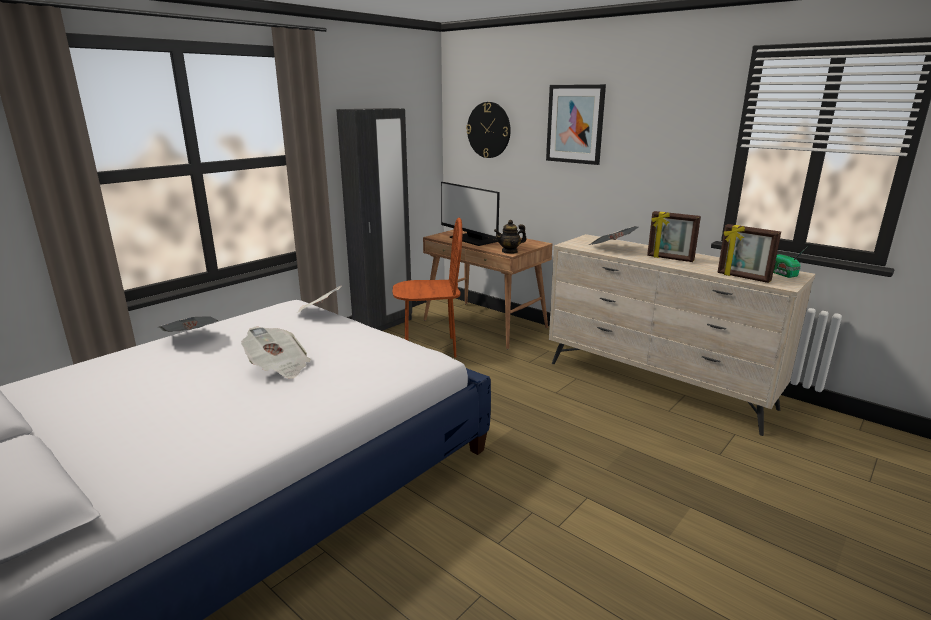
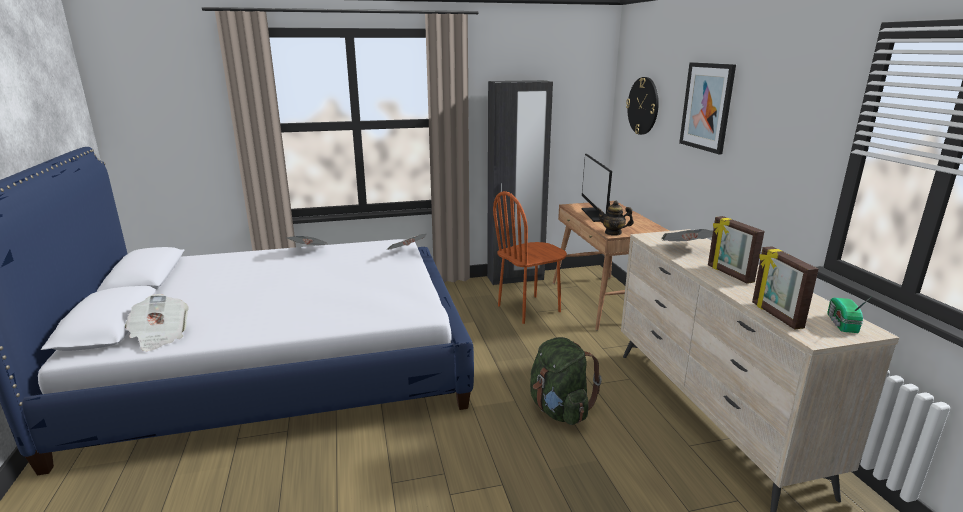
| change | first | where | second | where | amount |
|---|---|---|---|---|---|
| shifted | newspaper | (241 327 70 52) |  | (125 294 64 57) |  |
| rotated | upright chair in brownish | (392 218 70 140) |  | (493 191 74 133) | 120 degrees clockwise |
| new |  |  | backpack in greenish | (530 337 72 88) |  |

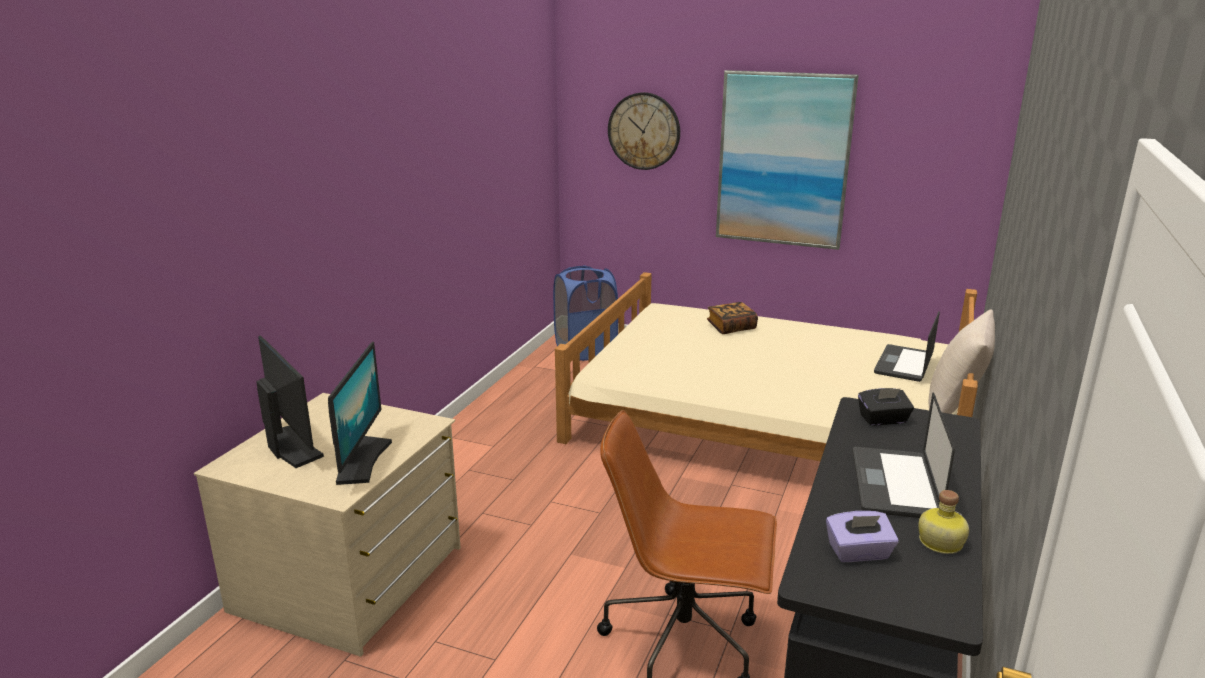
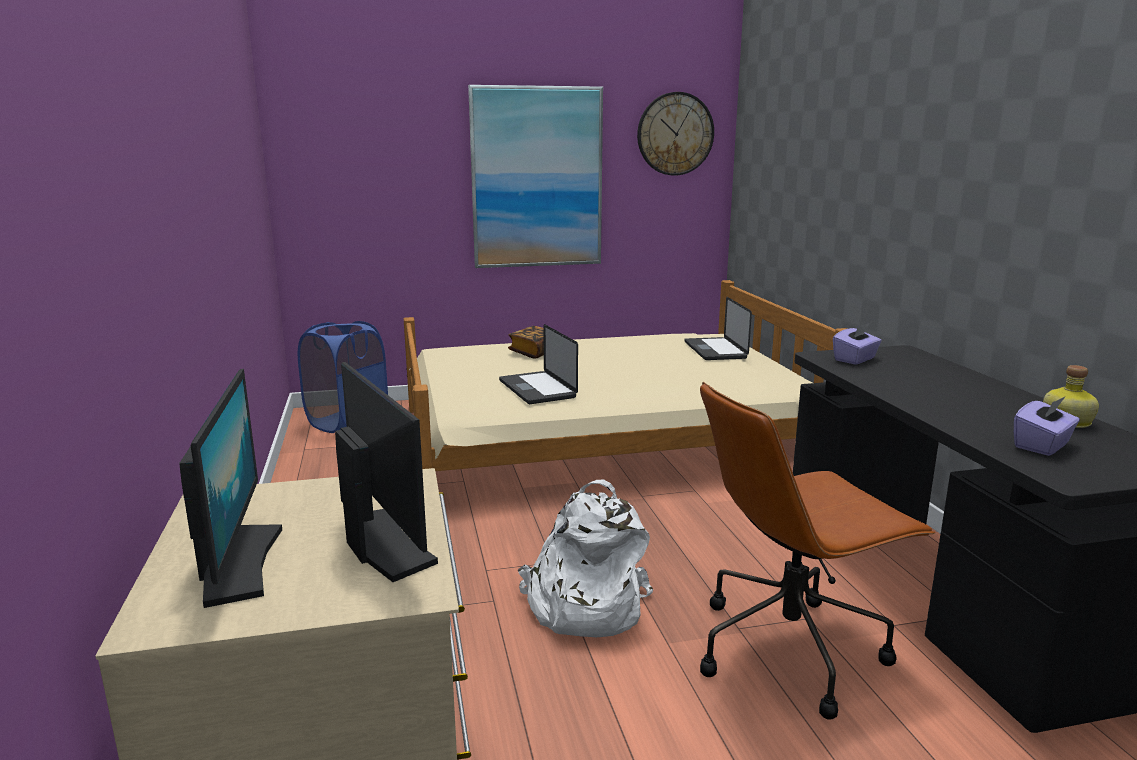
| change | first | where | second | where | amount |
|---|---|---|---|---|---|
| rotated | computer display | (256 335 68 133) |  | (179 369 103 239) | 60 degrees clockwise |
| shifted | portable computer | (853 393 102 125) |  | (499 324 79 80) |  |
| new |  |  | backpack in whitish | (518 479 135 158) |  |
| shifted | wall clock | (608 92 72 78) |  | (637 92 77 84) |  |
| repainted | tissue holder in black | (858 388 56 37) | tissue holder in purple | (833 323 49 42) |  |
| gone | throw pillow in beige-coloured | (929 309 66 105) |  |  |  |

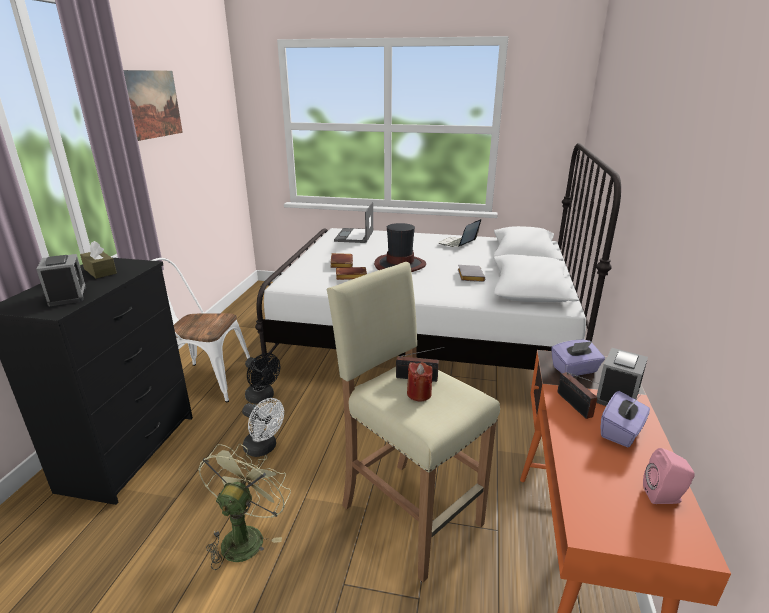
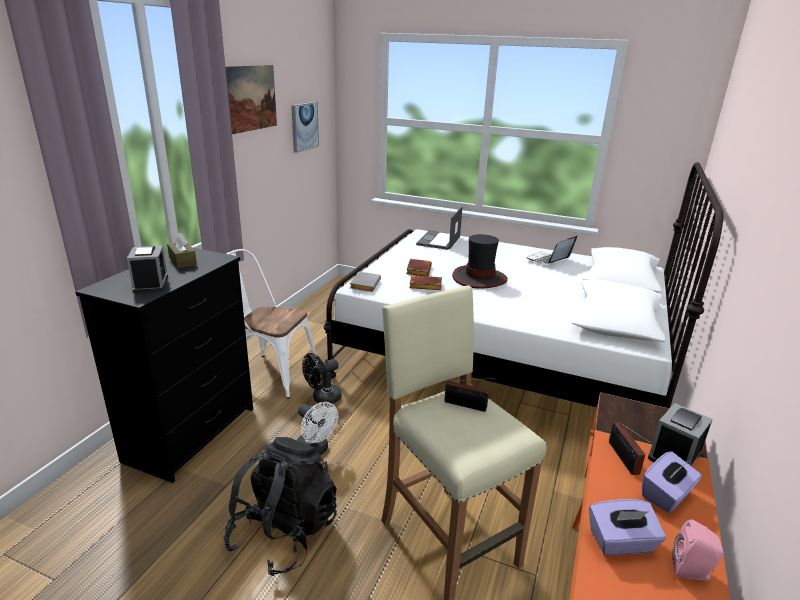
| change | first | where | second | where | amount |
|---|---|---|---|---|---|
| swapped | electric fan in greenish | (198 444 93 126) | backpack in black | (224 437 113 139) |  |
| new |  |  | wall picture | (291 102 28 51) |  |
| rotated | electric fan in black | (245 353 35 51) |  | (302 353 39 52) | 90 degrees clockwise |
| shifted | volume in greyish | (458 265 27 17) |  | (350 271 31 21) |  |
| shifted | tissue holder in purple | (551 340 54 37) |  | (589 499 77 56) |  |
| gone | candle in reddish | (407 362 26 39) |  |  |  |

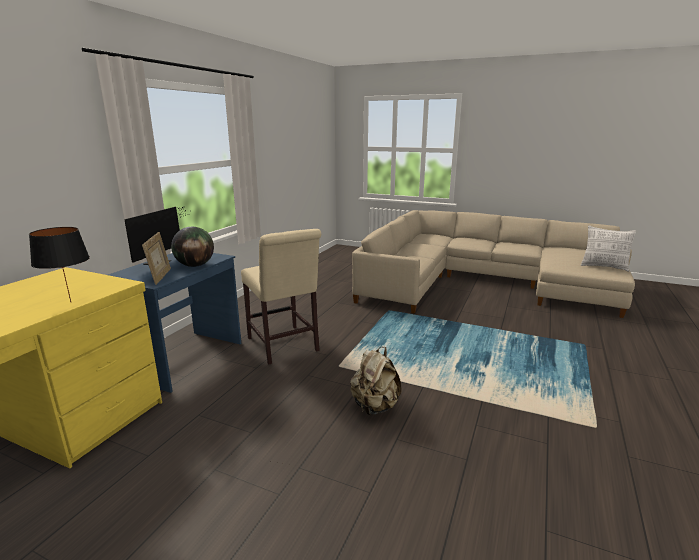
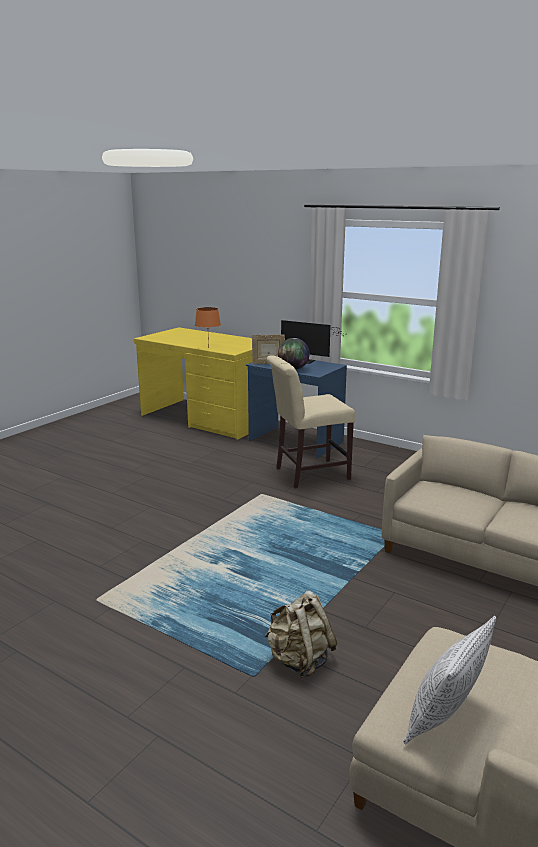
| change | first | where | second | where | amount |
|---|---|---|---|---|---|
| repainted | table lamp in black | (29 227 61 75) | table lamp in orange | (195 307 26 41) |  |
| shifted | backpack in beige-coloured | (350 347 52 69) |  | (264 591 73 87) |  |

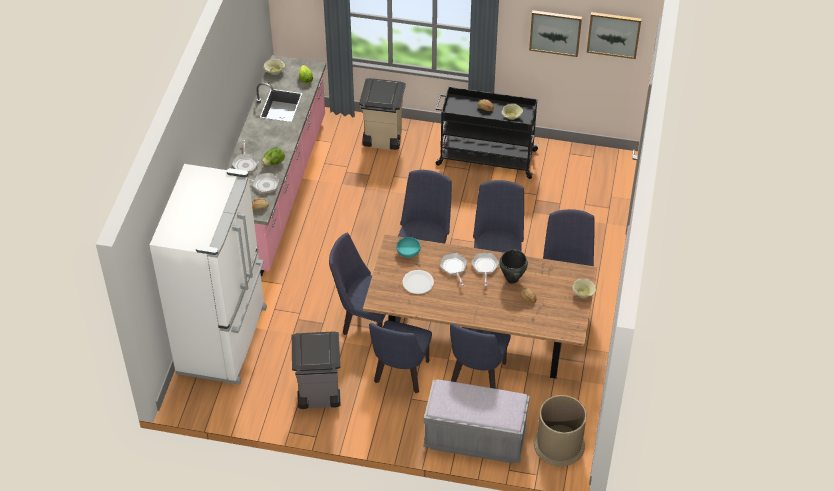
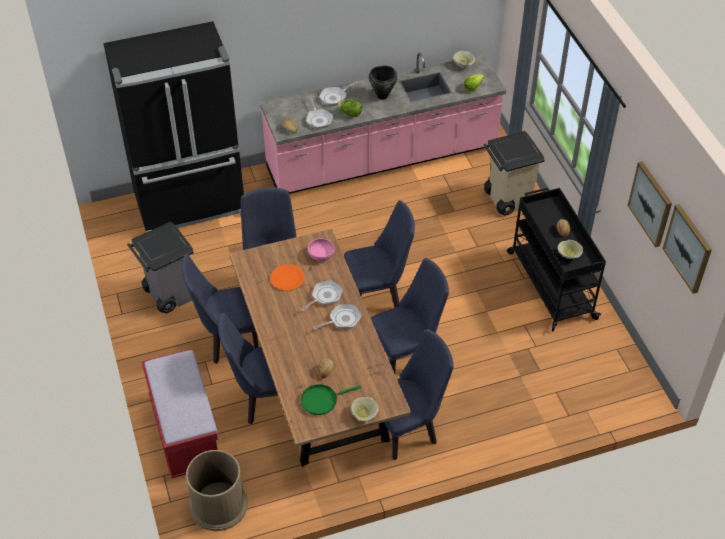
| change | first | where | second | where | amount |
|---|---|---|---|---|---|
| repainted | kitchen fridge in whitish | (150 164 117 221) | kitchen fridge in black | (103 21 141 211) |  |
| repainted | bench in greyish | (424 379 106 85) | bench in reddish | (142 349 76 130) |  |
| repainted | plate in whitish | (402 270 32 24) | plate in orange | (270 264 34 27) |  |
| new |  |  | frying pan in greenish | (301 384 60 31) |  |
| repainted | bowl in blue-green | (397 237 24 21) | bowl in pink | (308 238 27 23) |  |
| shifted | saucepot in black | (499 249 29 35) |  | (369 66 28 34) |  |

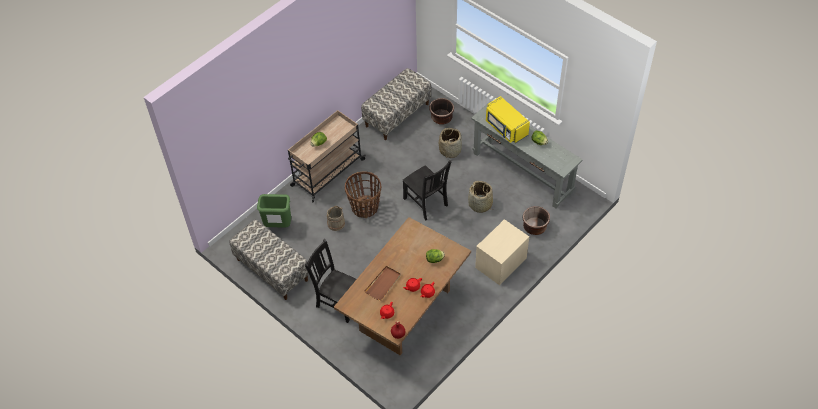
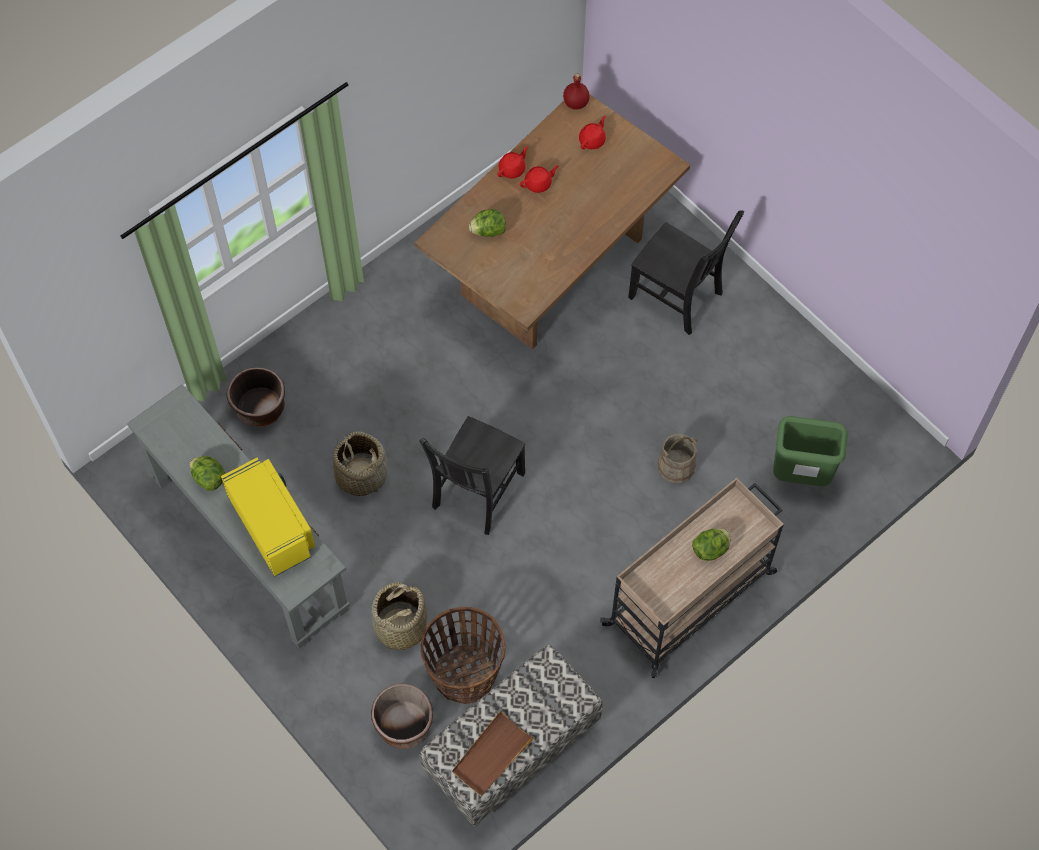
| change | first | where | second | where | amount |
|---|---|---|---|---|---|
| rotated | upright chair in black | (402 160 50 61) |  | (419 416 106 119) | 120 degrees counterclockwise |
| shifted | basket | (345 172 36 46) |  | (421 607 85 97) |  |
| shifted | carrying tray in brownish | (364 266 37 35) |  | (452 710 82 86) |  |
| gone | bench | (229 220 80 80) |  |  |  |
| gone | bedside table in beige-coloured | (475 219 54 66) |  |  |  |

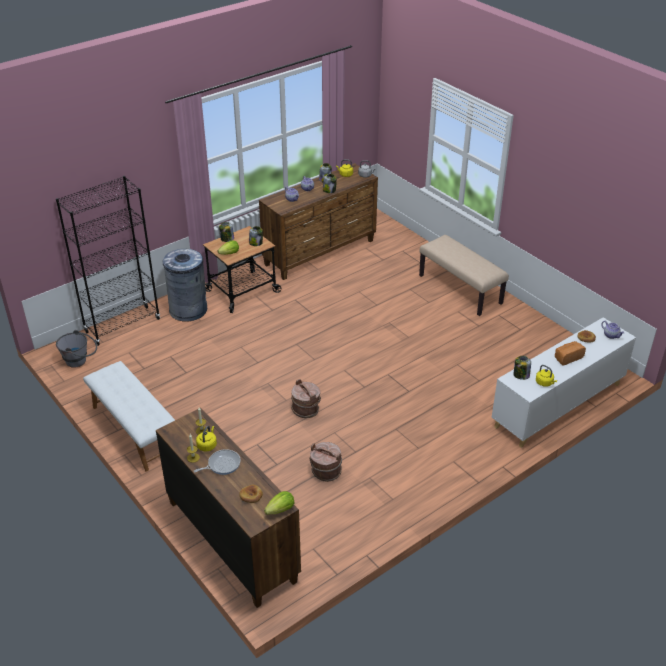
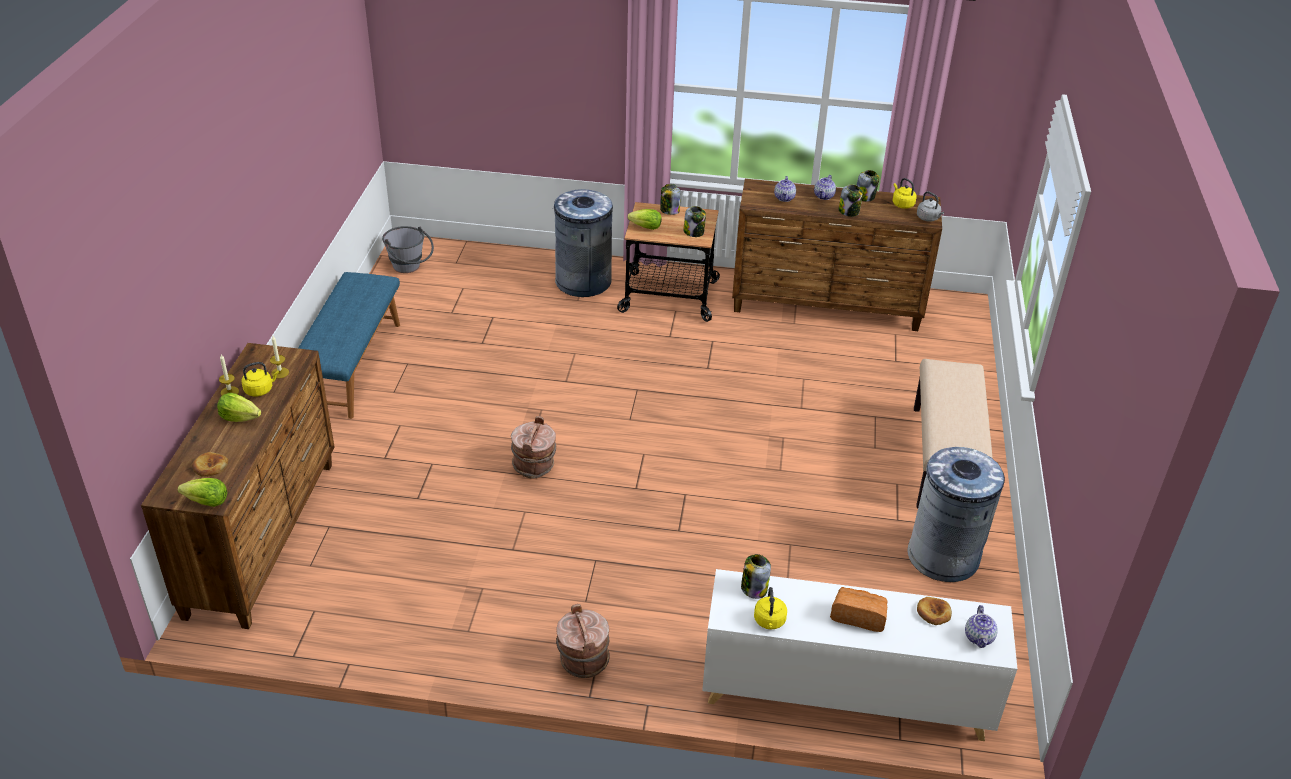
| change | first | where | second | where | amount |
|---|---|---|---|---|---|
| swapped | frying pan | (194 449 47 26) | lettuce head | (217 393 44 29) |  |
| repainted | bench in whitish | (83 361 92 111) | bench in bluish | (298 272 102 147) |  |
| shifted | water bucket in brownish | (310 442 32 40) |  | (556 604 54 74) |  |
| new |  |  | trash can in greyish | (908 447 97 135) |  |
| gone | bookcase in black | (56 176 104 170) |  |  |  |

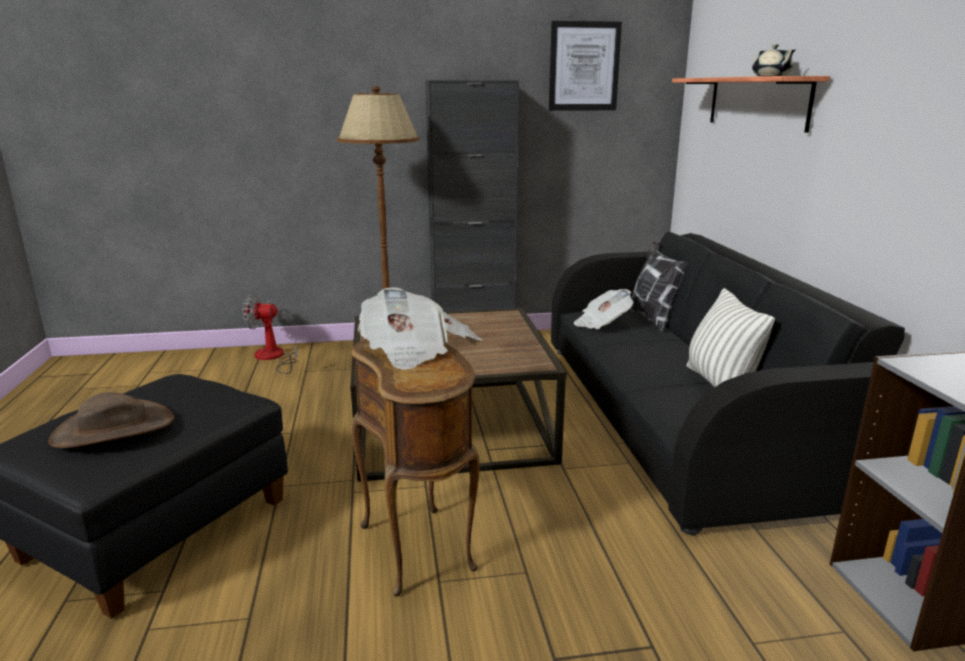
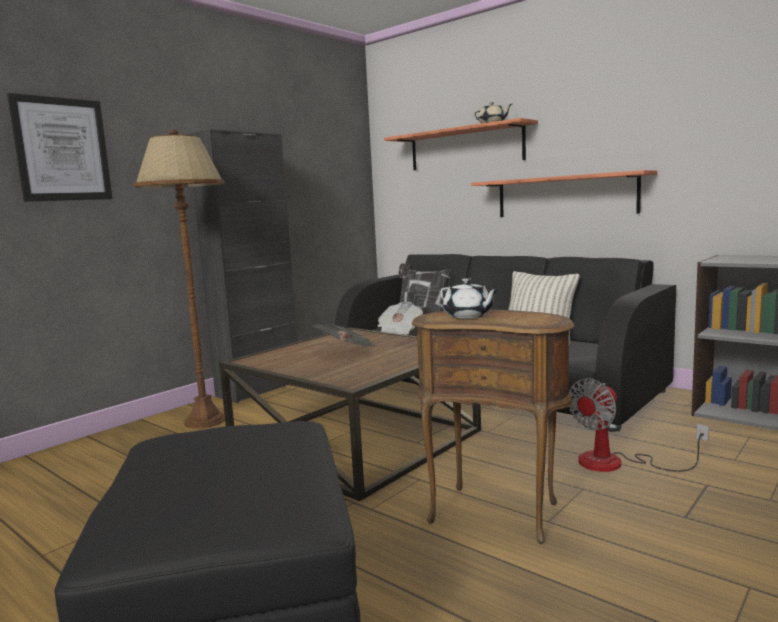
| change | first | where | second | where | amount |
|---|---|---|---|---|---|
| shifted | wall picture | (549 21 73 90) |  | (7 93 106 109) |  |
| swapped | newspaper | (358 287 90 83) | teapot in whitish | (440 278 59 41) |  |
| new |  |  | shelf | (471 170 186 47) |  |
| shifted | electric fan | (243 294 55 80) |  | (569 378 140 94) |  |
| gone | hat in brownish | (48 392 126 56) |  |  |  |

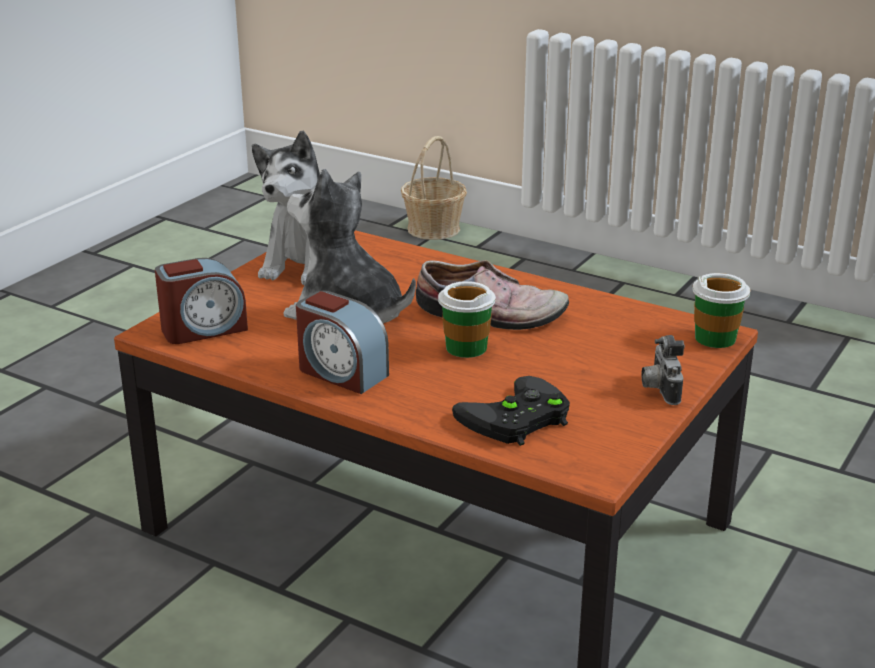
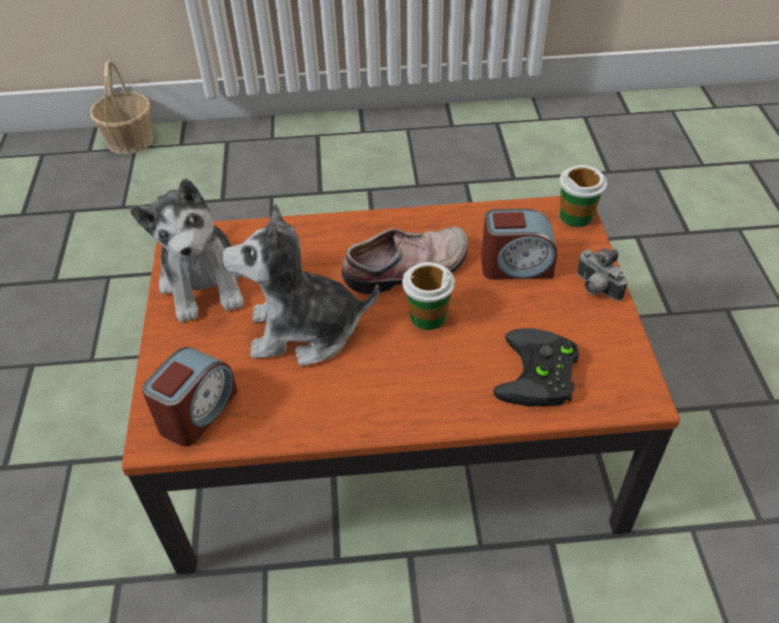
| change | first | where | second | where | amount |
|---|---|---|---|---|---|
| shifted | table clock | (296 291 93 103) |  | (481 208 76 72) |  |

